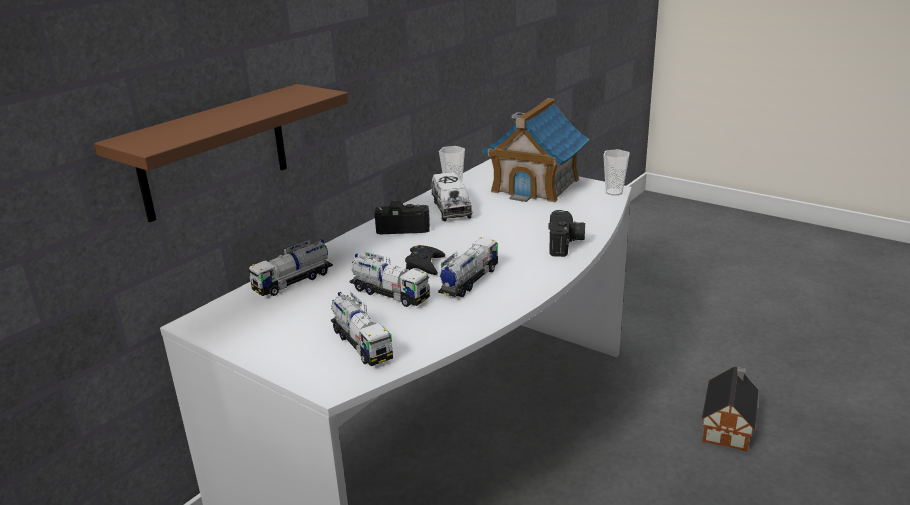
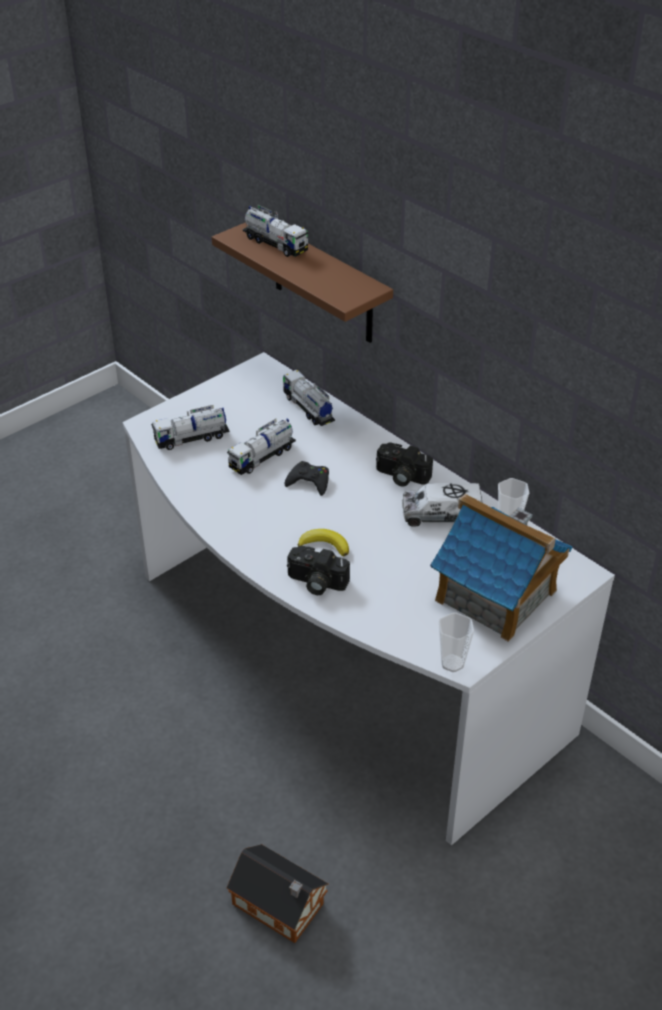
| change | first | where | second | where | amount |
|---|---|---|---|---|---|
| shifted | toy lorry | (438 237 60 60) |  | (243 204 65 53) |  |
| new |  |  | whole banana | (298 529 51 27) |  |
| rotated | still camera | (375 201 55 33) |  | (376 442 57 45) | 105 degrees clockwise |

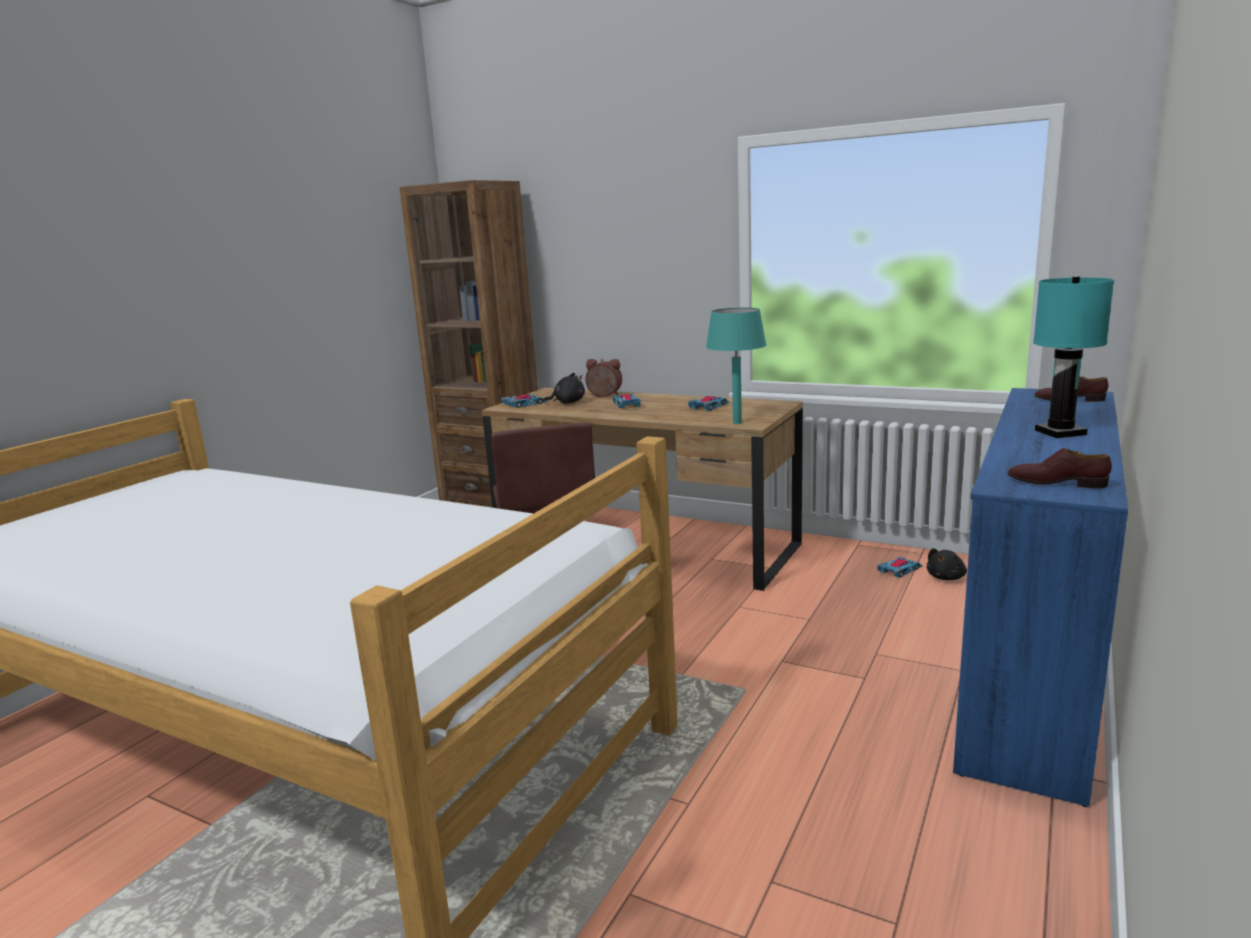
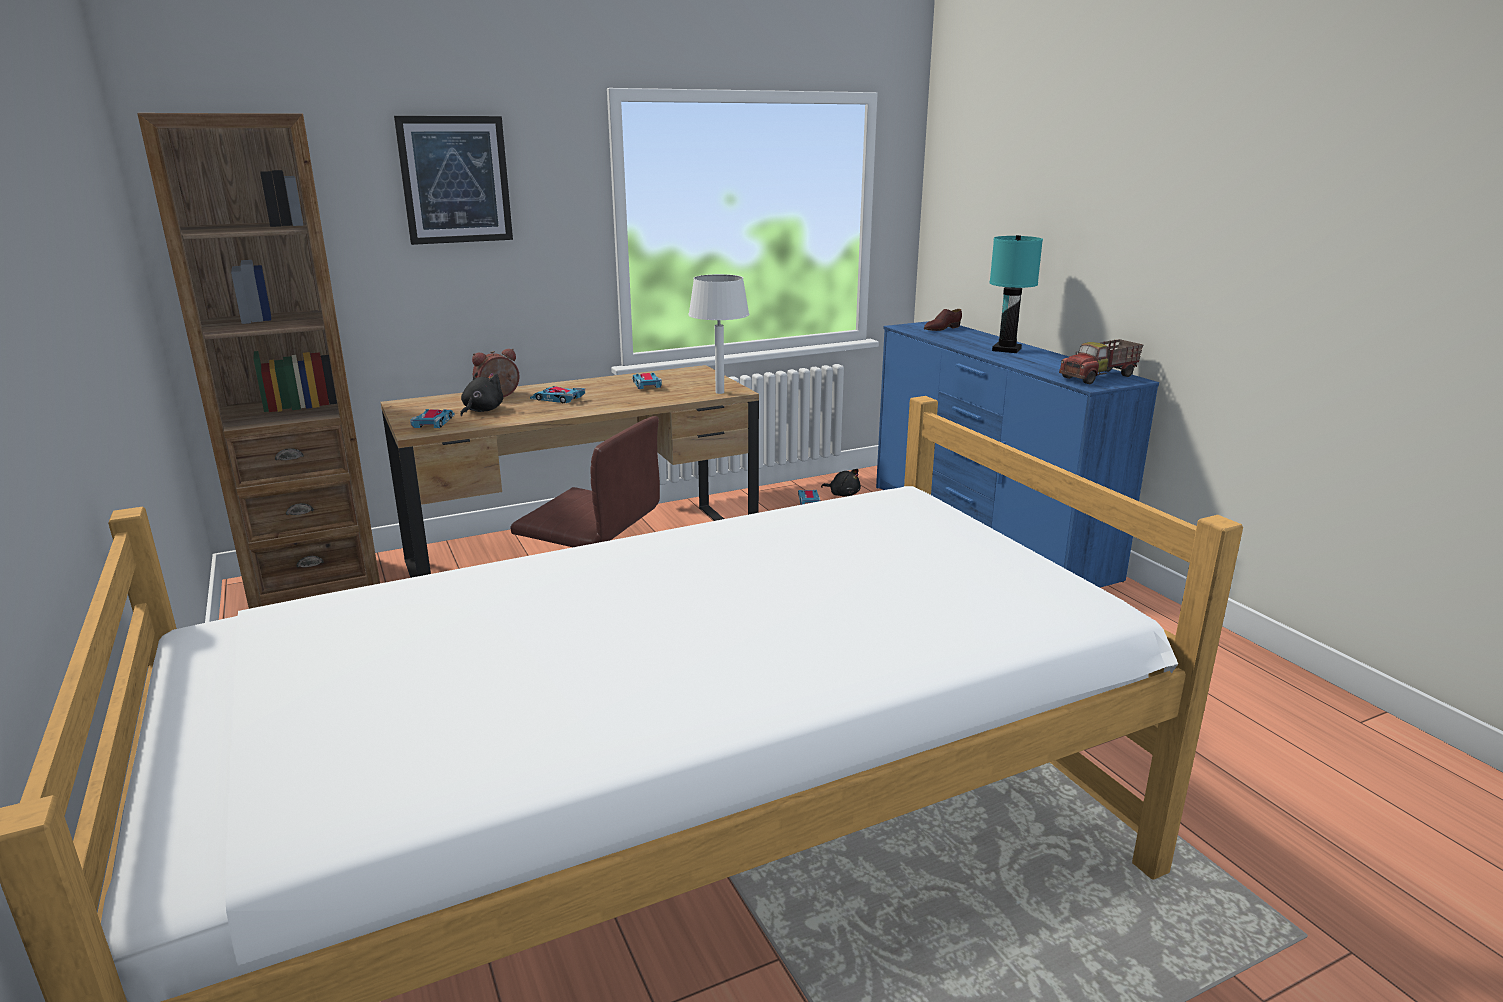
| change | first | where | second | where | amount |
|---|---|---|---|---|---|
| new |  |  | wall picture | (394 116 119 129) |  |
| repainted | table lamp in blue-green | (706 308 60 116) | table lamp in whitish | (688 274 61 120) |  |
| rotated | plush toy in black | (926 548 41 32) |  | (821 469 40 28) | 45 degrees counterclockwise |
| swapped | low shoe in brownish | (1008 448 104 40) | toy lorry | (1059 339 84 45) |  |

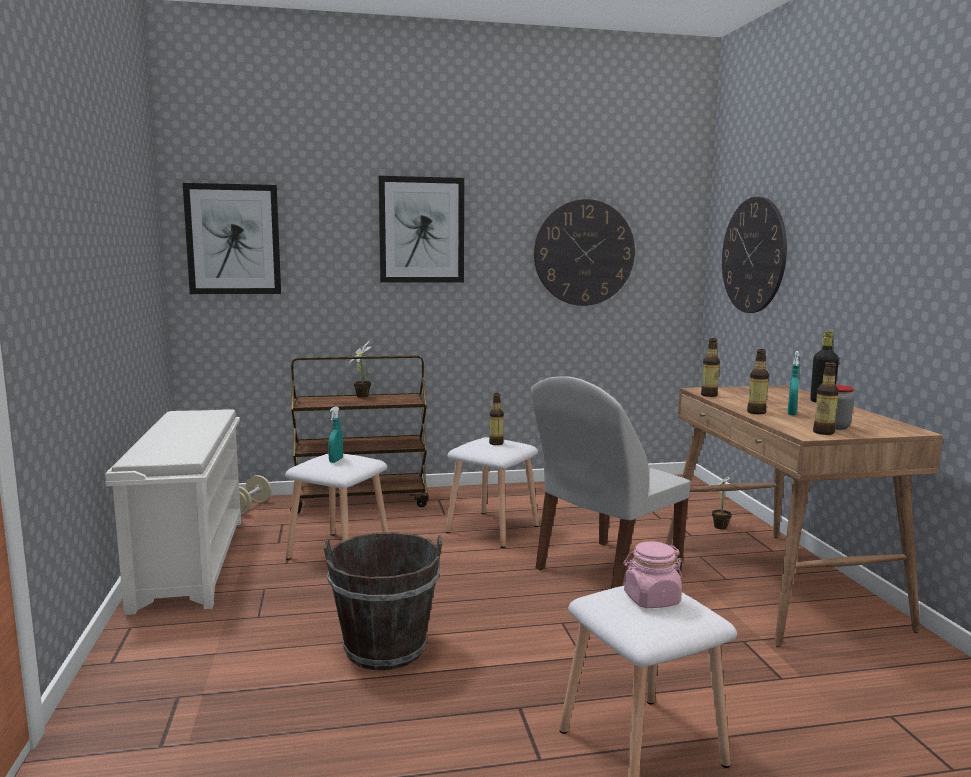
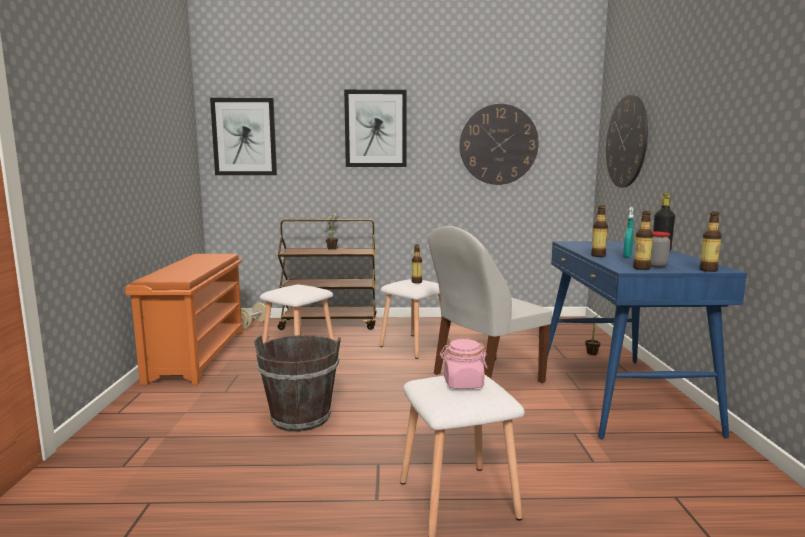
| change | first | where | second | where | amount |
|---|---|---|---|---|---|
| repainted | shoe rack in whitish | (105 409 136 206) | shoe rack in orange | (125 254 118 131) |  |
| repainted | desk unit in brownish | (666 385 277 262) | desk unit in bluish | (548 241 199 198) |  |
| shifted | bottle | (701 338 19 59) |  | (699 212 23 60) |  |
| gone | sprayer in blue-green | (328 407 15 56) |  |  |  |

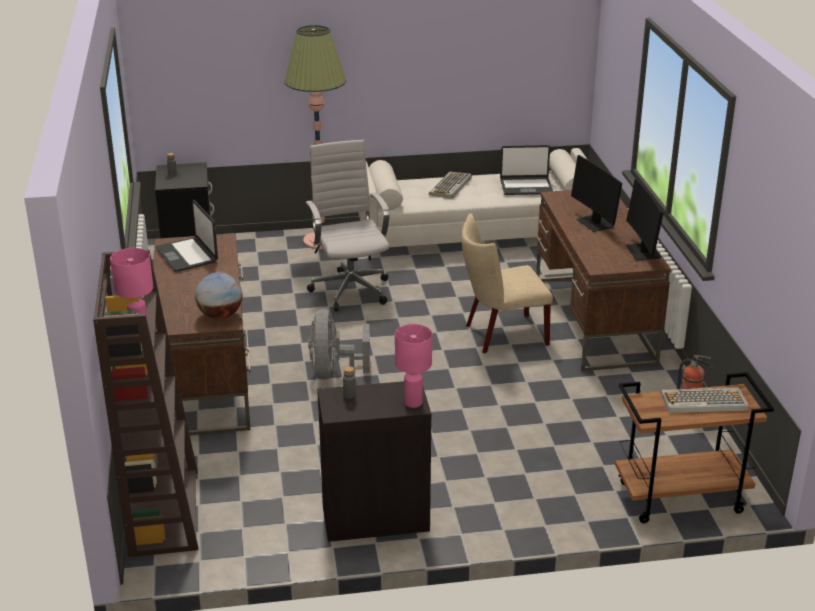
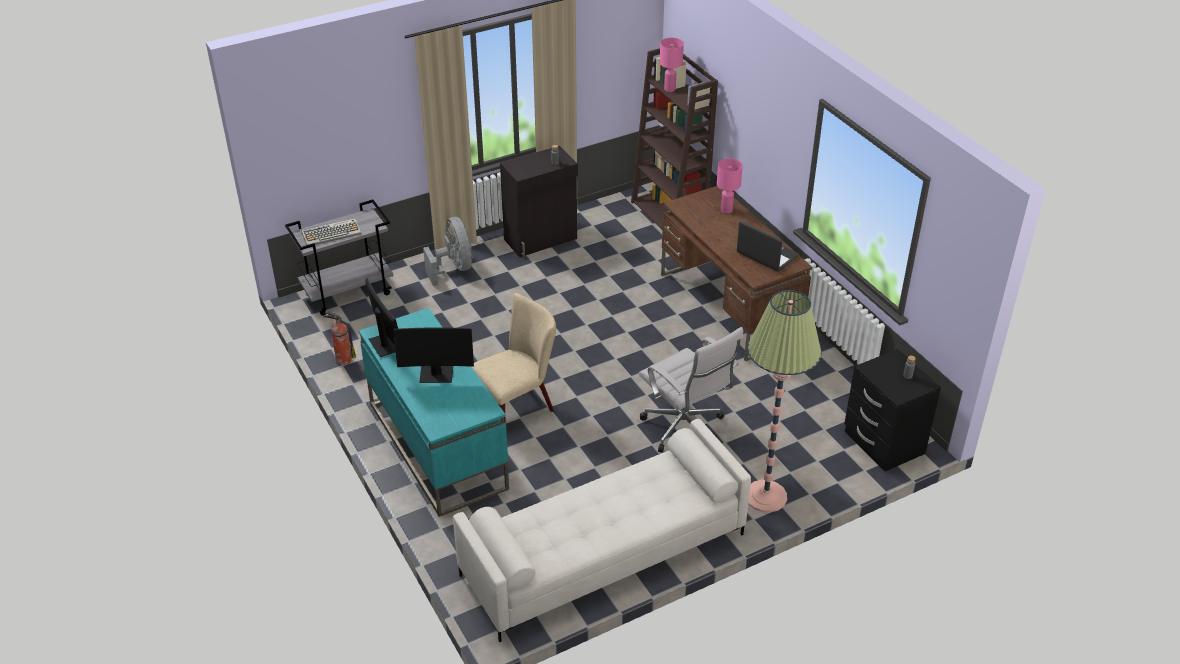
| change | first | where | second | where | amount |
|---|---|---|---|---|---|
| repainted | wheeled cart in brownish | (615 372 159 151) | wheeled cart in greyish | (285 199 109 117) |  |
| repainted | desk unit in brownish | (536 190 135 181) | desk unit in blue-green | (359 308 150 209) |  |
| rotated | computer display | (571 155 51 77) |  | (393 327 81 56) | 135 degrees clockwise |
| shifted | electric fan in greyish | (308 309 62 71) |  | (423 217 50 69) |  |
| shifted | table lamp in pink | (395 324 37 84) |  | (717 158 26 55) |  |
| gone | desk globe | (195 272 47 47) |  |  |  |
| gone | computer keyboard | (429 172 43 27) |  |  |  |
| gone | portable computer | (500 145 53 50) |  |  |  |

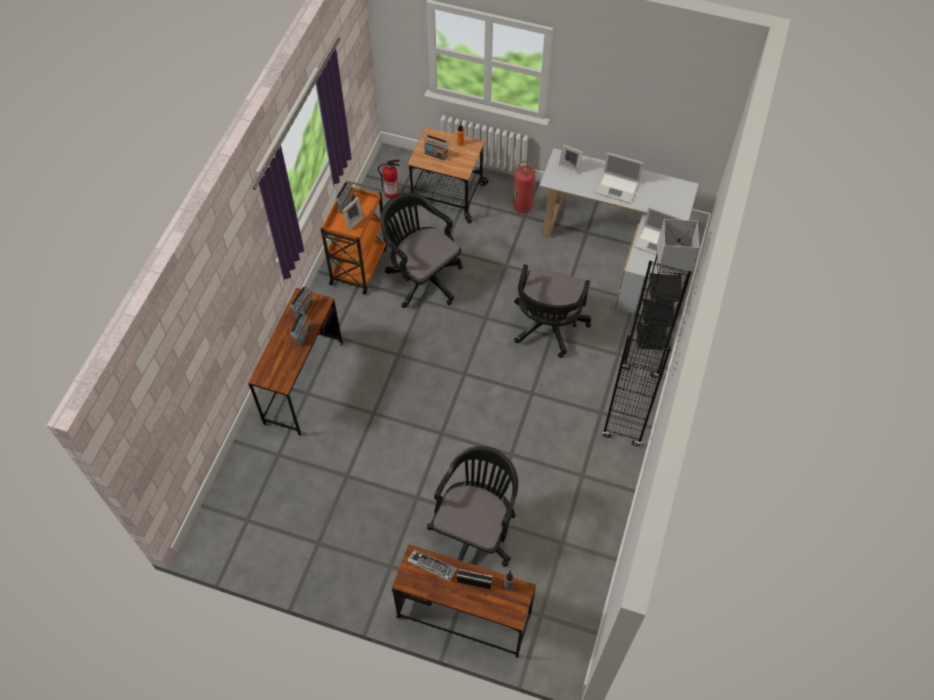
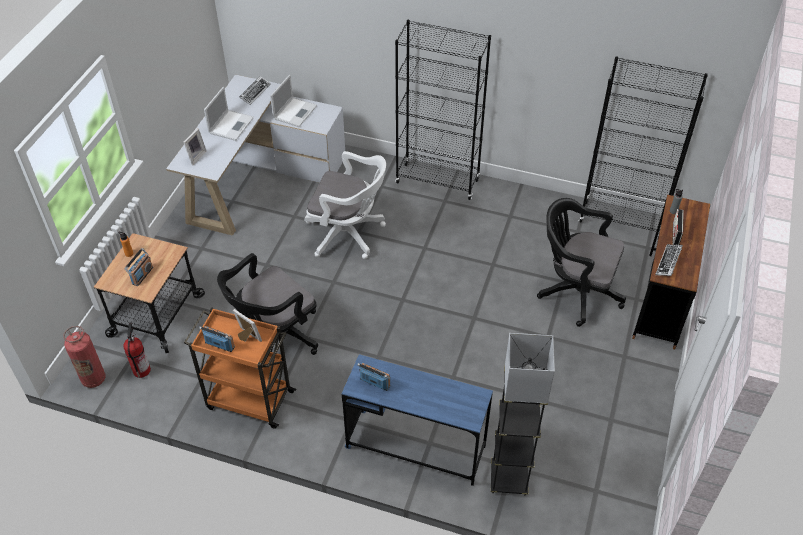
| change | first | where | second | where | amount |
|---|---|---|---|---|---|
| shifted | fire extinguisher | (513 161 22 52) |  | (63 326 43 62) |  |
| new |  |  | computer keyboard | (239 76 32 29) |  |
| repainted | computer chair in black | (514 264 77 94) | computer chair in whitish | (304 151 82 108) |  |
| repainted | desk unit in brownish | (248 288 95 148) | desk unit in bluish | (342 354 151 132) |  |
| shifted | floor lamp in black | (637 219 62 132) |  | (491 333 64 163) |  |
| new |  |  | bookcase in black | (579 56 129 181) |  |
| gone | radio set | (290 311 21 36) |  |  |  |

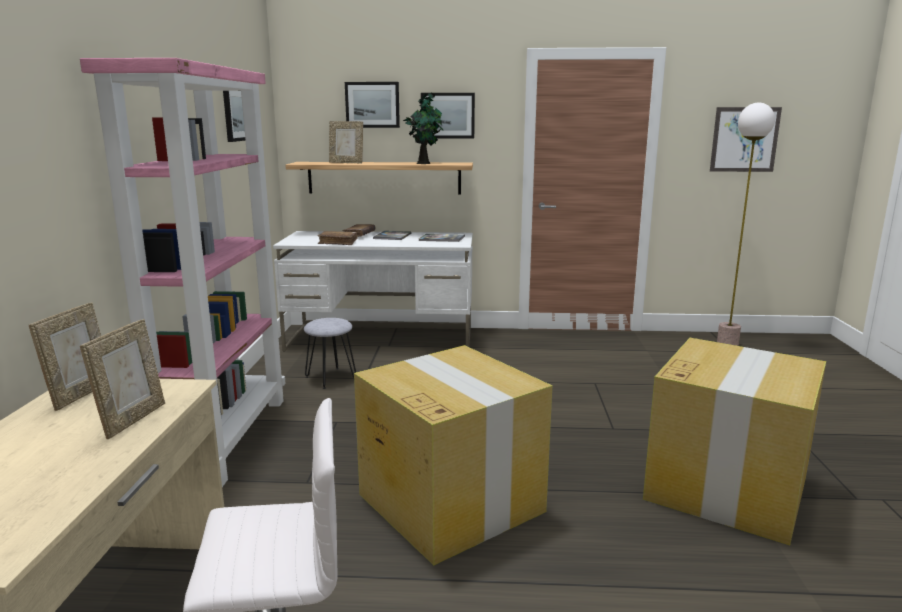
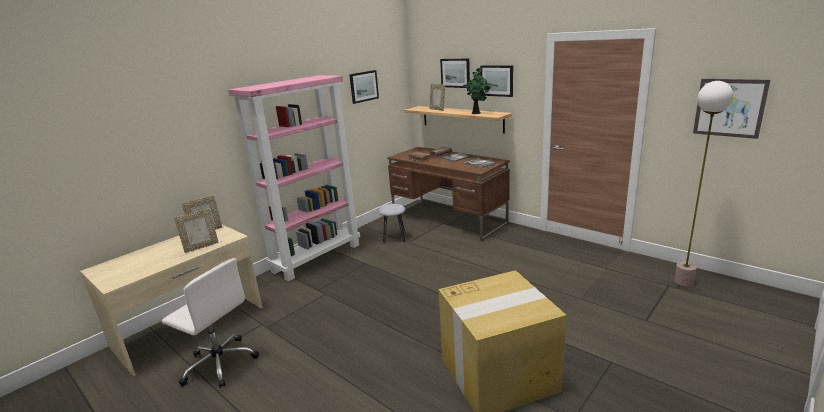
| change | first | where | second | where | amount |
|---|---|---|---|---|---|
| repainted | desk unit in whitish | (273 231 200 121) | desk unit in brownish | (387 147 123 94) |  |
| gone | packing box | (354 345 198 220) |  |  |  |

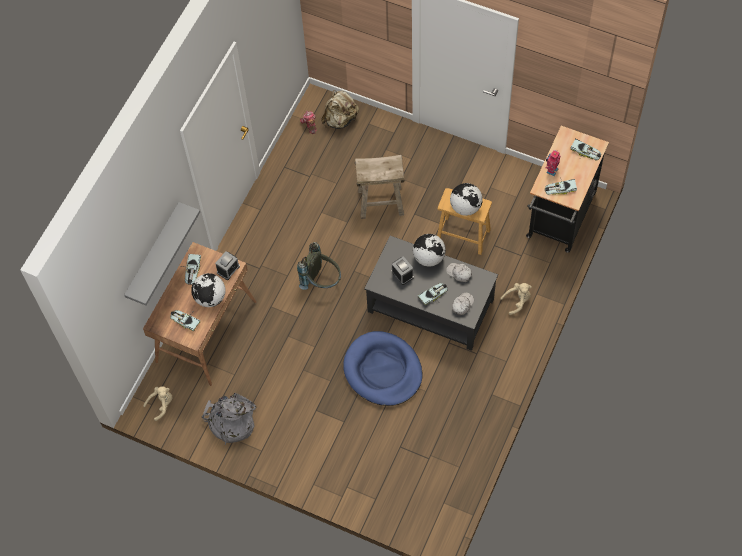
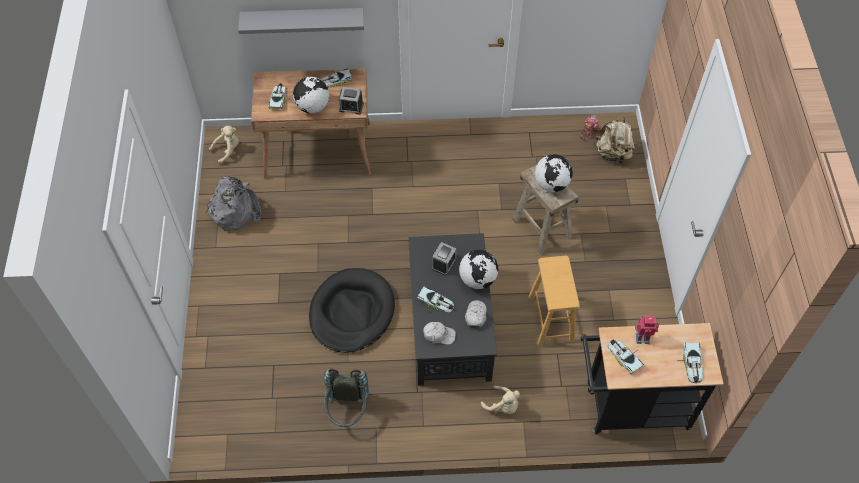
| change | first | where | second | where | amount |
|---|---|---|---|---|---|
| rotated | plush toy in beige-coloured | (143 386 29 35) |  | (209 126 30 38) | 60 degrees counterclockwise |
| repainted | dog cushion in bluish | (343 331 80 75) | dog cushion in black | (309 268 86 85) |  |
| shifted | backpack in greyish | (297 242 44 48) |  | (324 368 45 59) |  |
| shifted | desk globe | (450 183 33 33) |  | (535 154 38 38) |  |

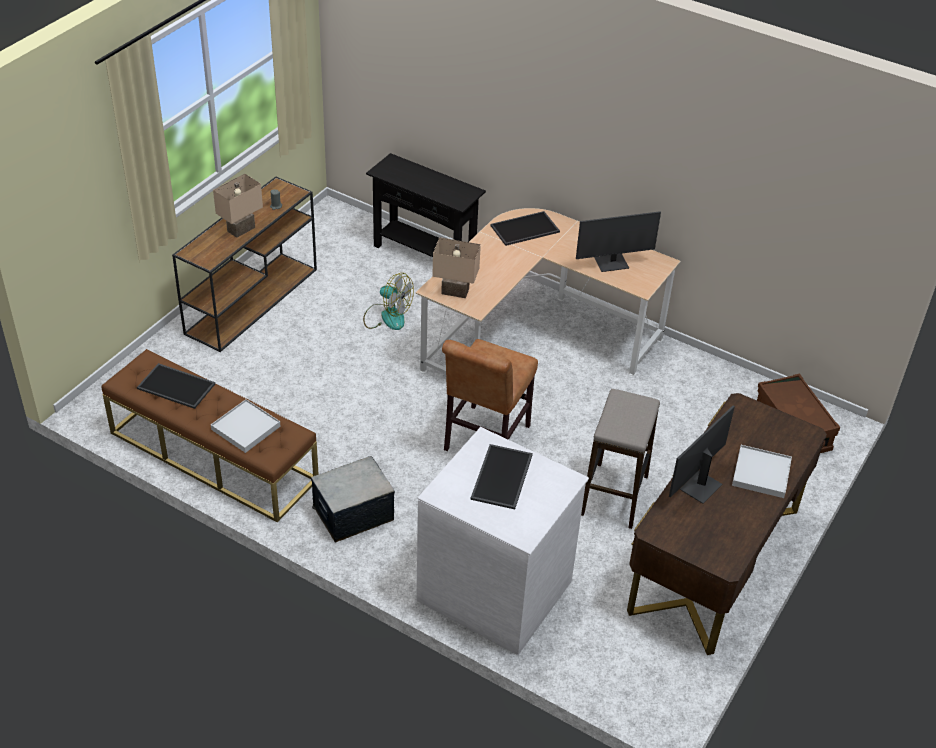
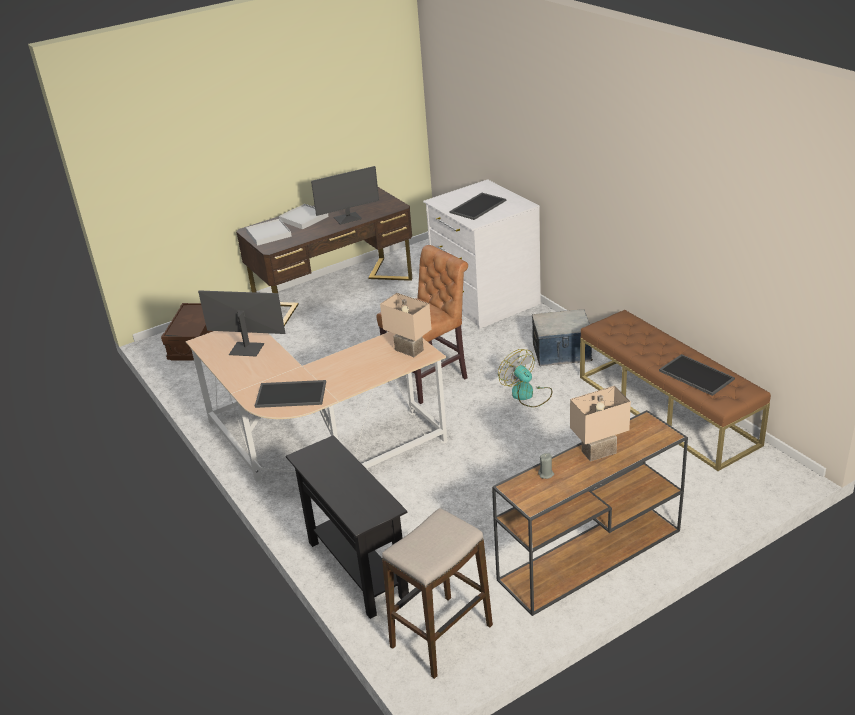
| change | first | where | second | where | amount |
|---|---|---|---|---|---|
| shifted | carrying tray in whitish | (211 399 70 54) |  | (246 219 46 27) |  |
| shifted | stool | (581 389 79 140) |  | (382 508 111 171) |  |
| shifted | electric fan | (363 273 51 57) |  | (498 349 55 58) |  |

